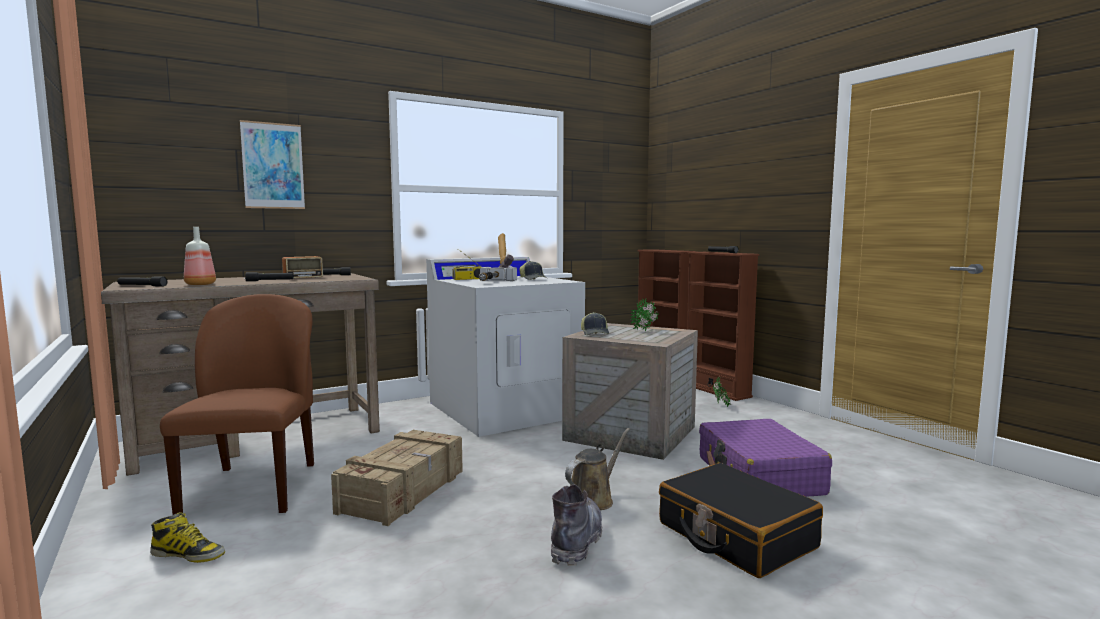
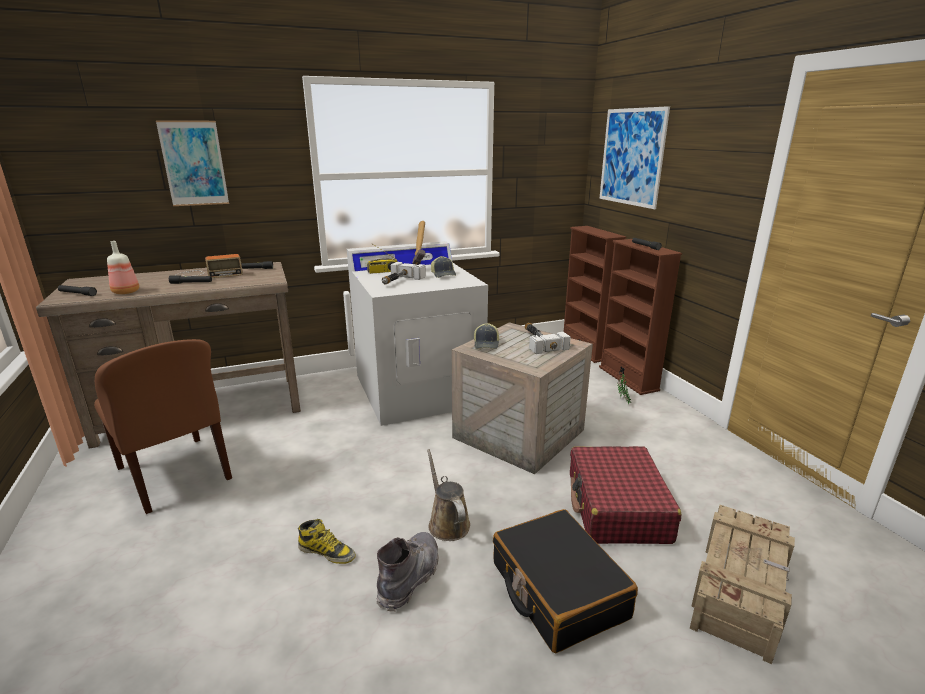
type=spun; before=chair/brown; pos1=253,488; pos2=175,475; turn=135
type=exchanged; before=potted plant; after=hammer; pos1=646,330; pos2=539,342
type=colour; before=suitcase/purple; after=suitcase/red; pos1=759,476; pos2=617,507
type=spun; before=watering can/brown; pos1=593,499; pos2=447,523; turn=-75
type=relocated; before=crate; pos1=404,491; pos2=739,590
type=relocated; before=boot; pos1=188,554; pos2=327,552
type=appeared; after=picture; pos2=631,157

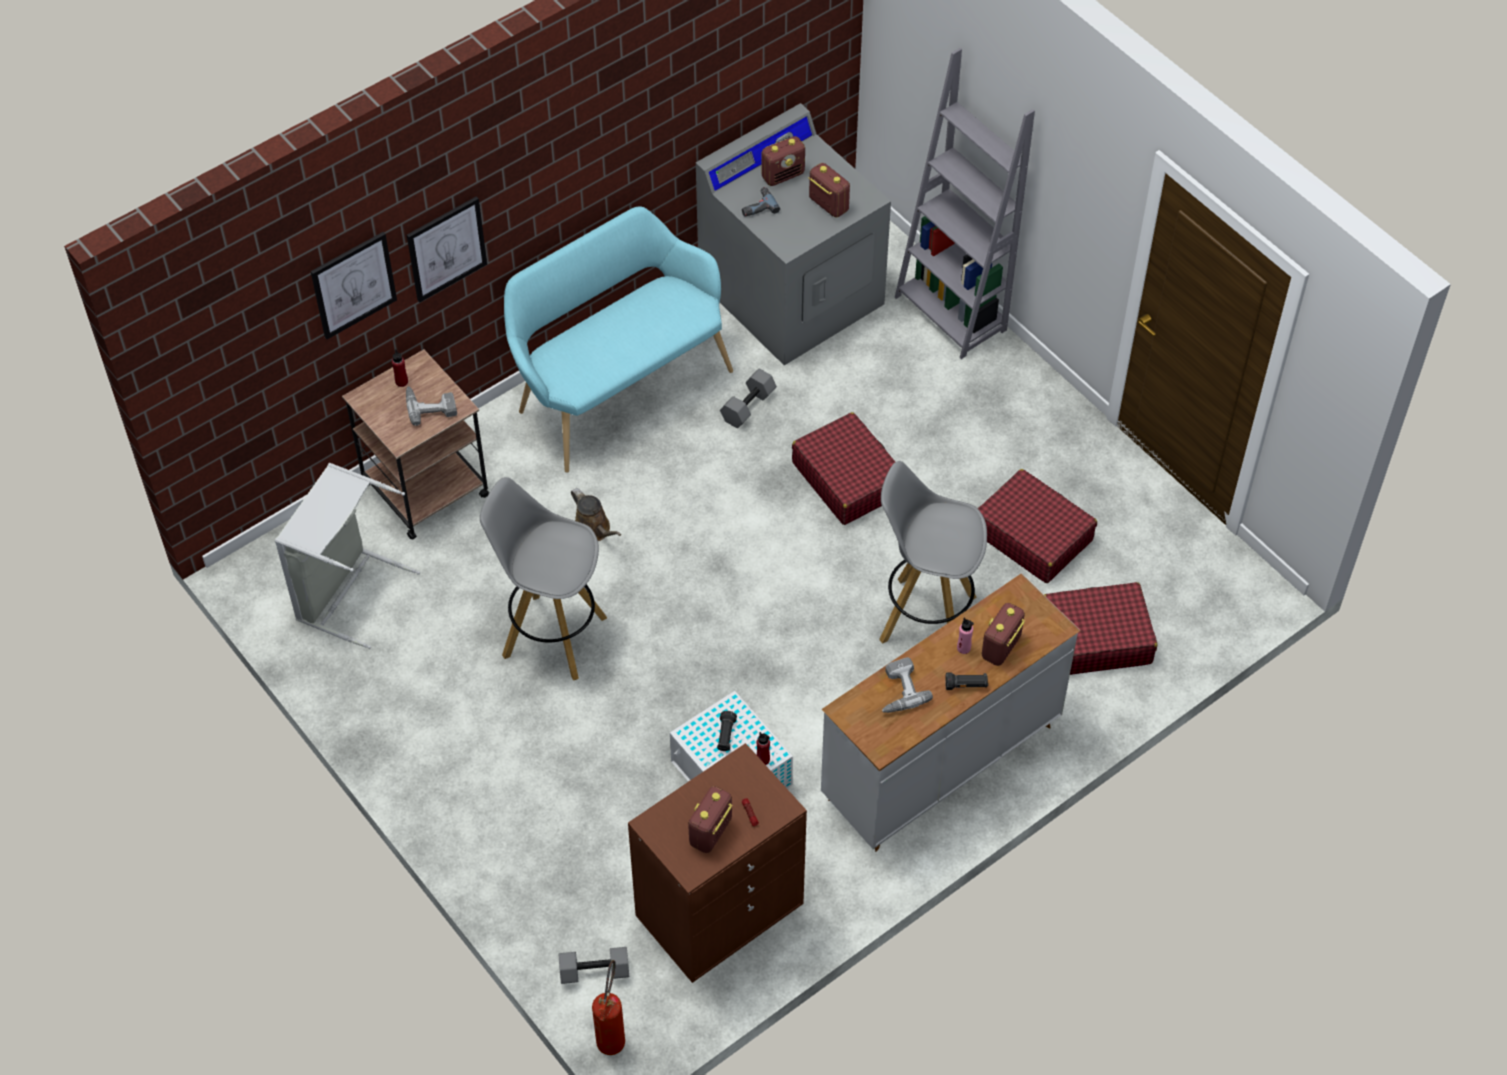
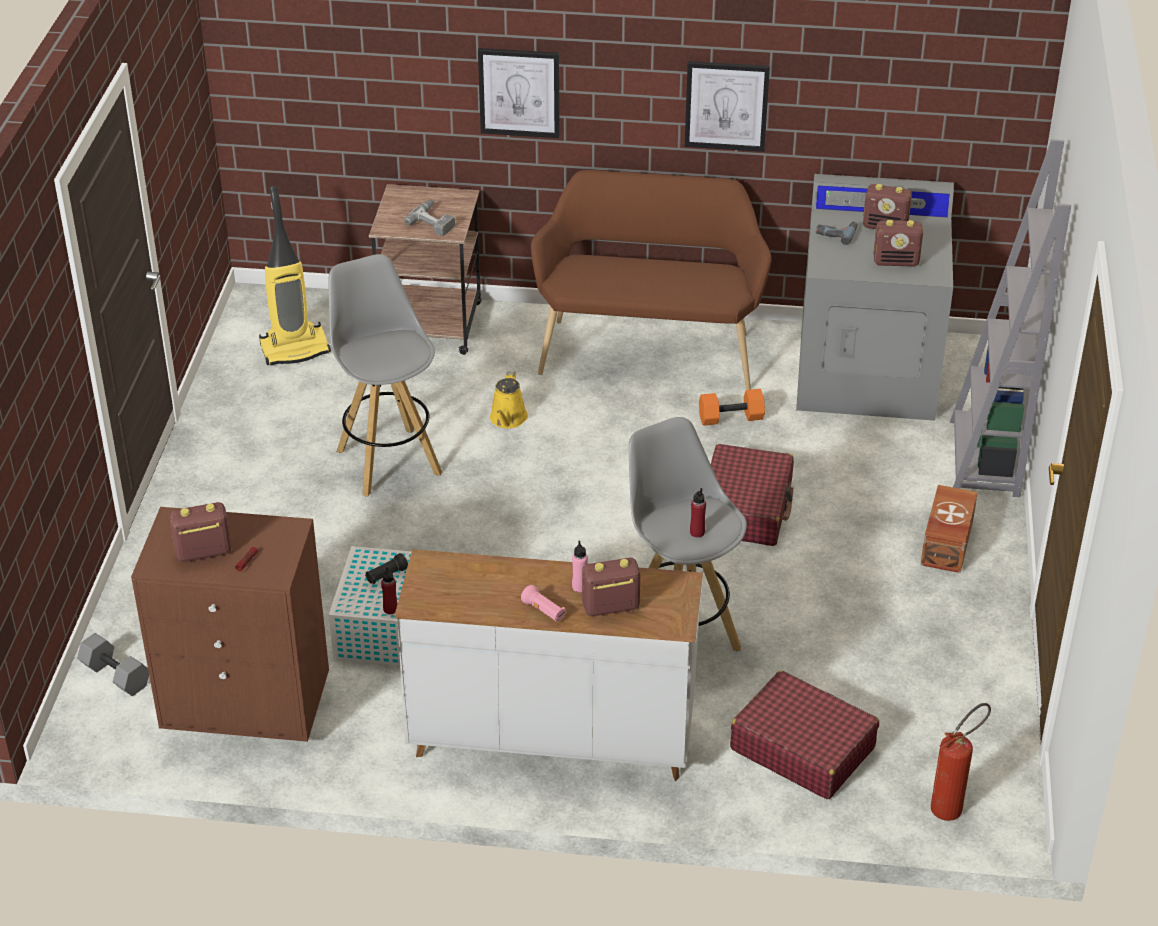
type=spun; before=radio; pos1=828,204; pos2=896,262; turn=90
type=colour; before=bench/turquoise; after=bench/brown; pos1=618,387; pos2=648,349
type=relocated; before=picture; pos1=353,284; pos2=726,105
type=relocated; before=bottle/red; pos1=401,382; pos2=697,532
type=colour; before=dumbbell/grey; after=dumbbell/orange; pos1=747,405; pos2=731,417
type=exchanged; before=laundry basket/grey; after=vacuum cleaner; pos1=347,592; pos2=295,349
type=missing; before=suitcase/red; pos1=1032,535
type=colour; before=watering can/brown; after=watering can/yellow; pos1=594,530; pos2=508,419
type=missing; before=power drill; pos1=898,690
type=colour; before=flashlight/black; after=flashlight/pink; pos1=966,685; pos2=544,611
type=relocated; before=fire extinguisher; pos1=612,1035; pos2=952,806
type=appeared; after=storage box/brown; pos2=945,543

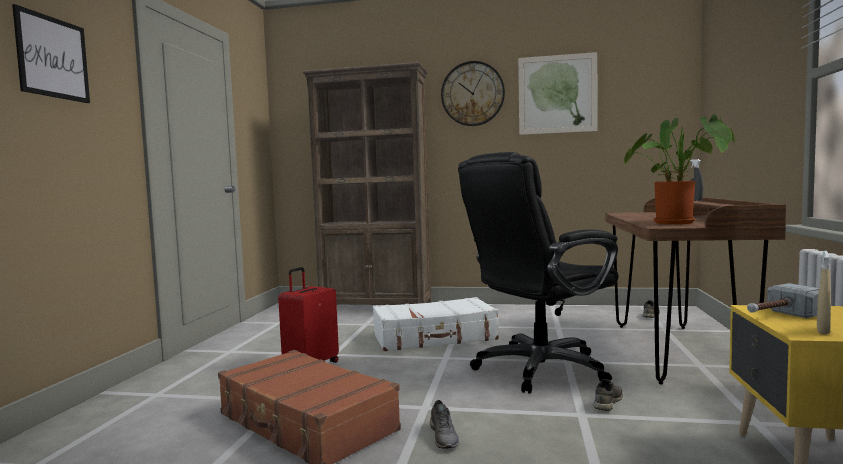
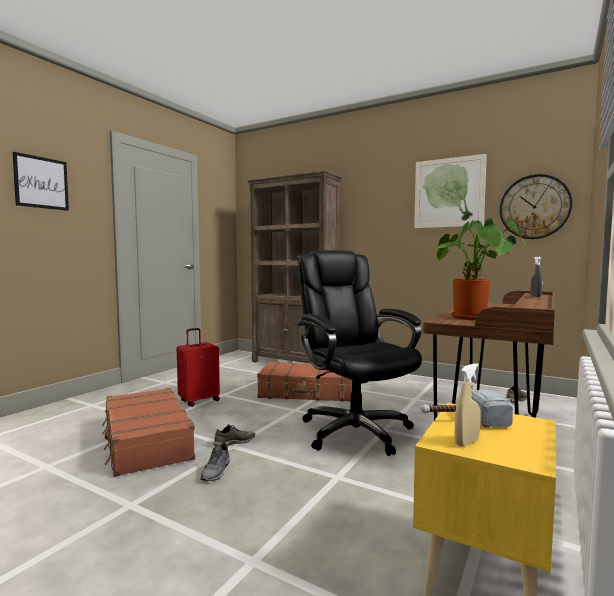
type=relocated; before=wall clock; pos1=472,94; pos2=534,207
type=spun; before=office chair/black; pos1=540,368; pos2=355,431; turn=75
type=colour; before=suitcase/white; after=suitcase/brown; pos1=435,337; pos2=307,392
type=relocated; before=shoe/grey; pos1=607,402; pos2=234,442

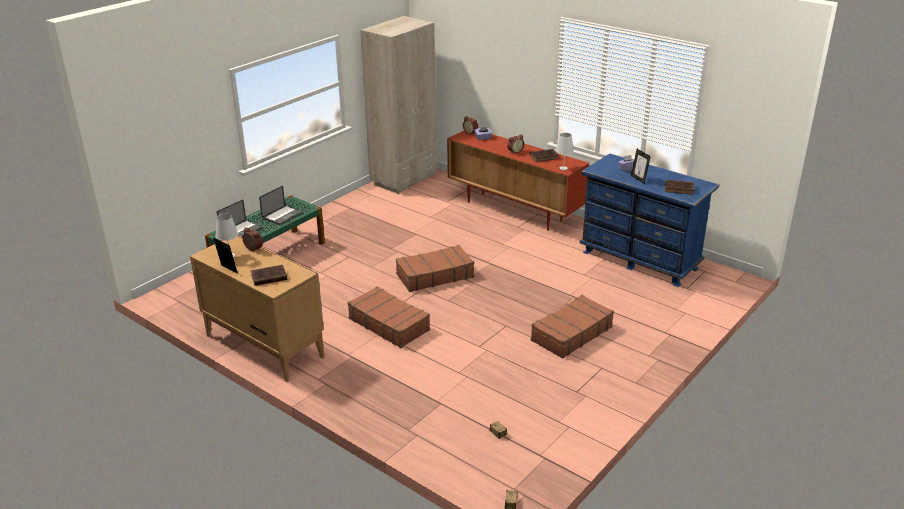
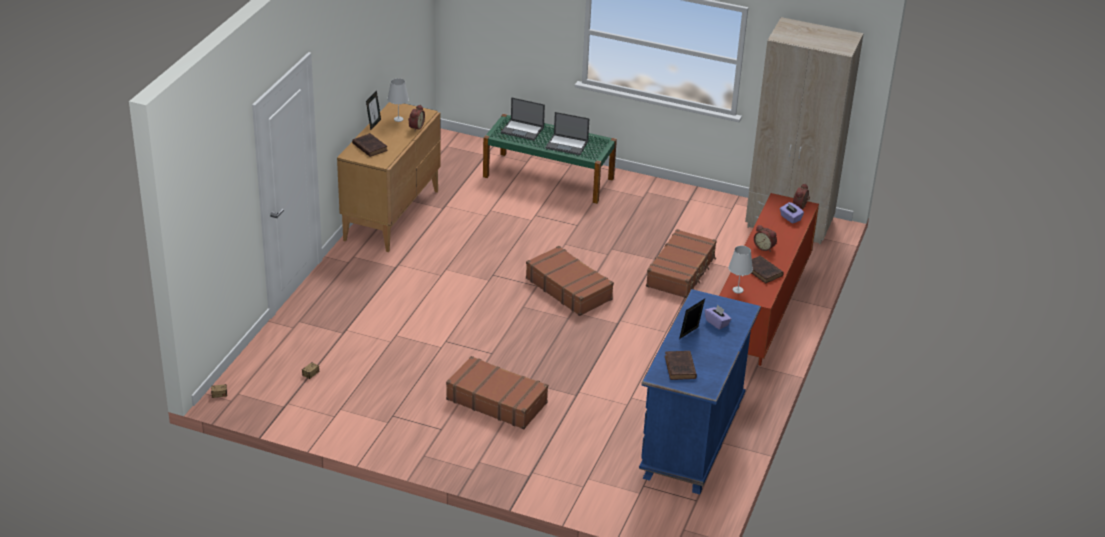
type=relocated; before=suitcase/brown; pos1=389,324; pos2=681,272

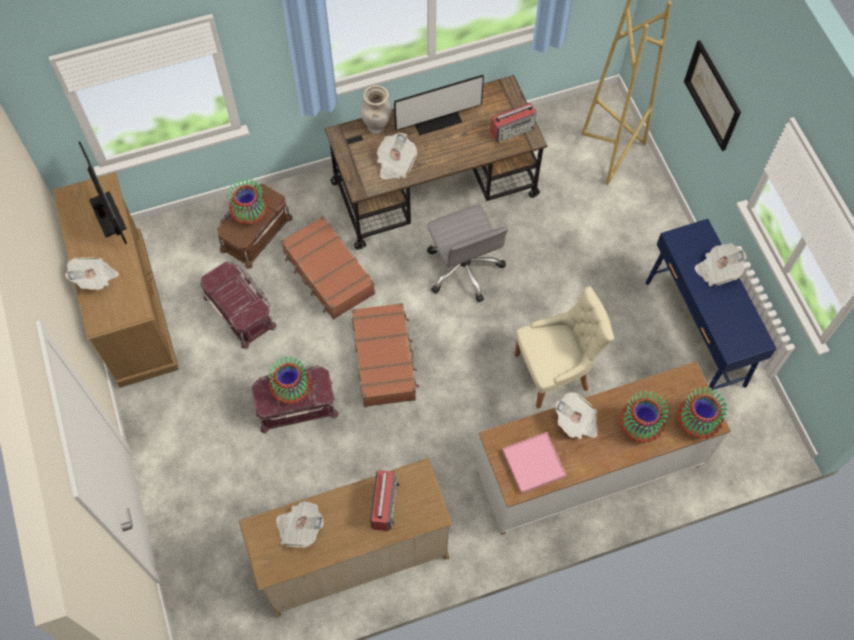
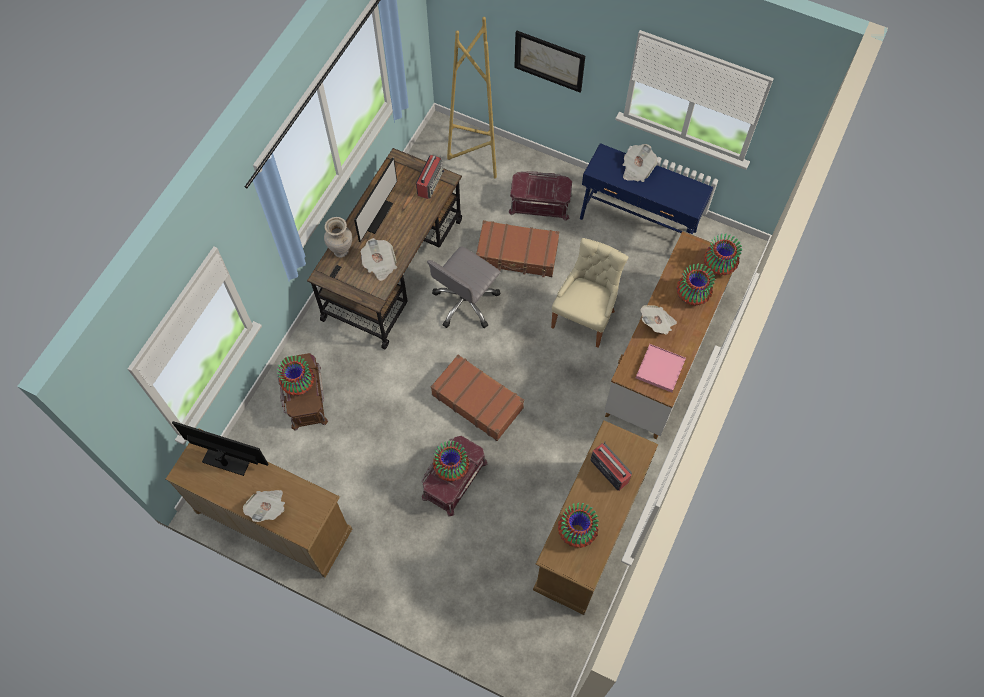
type=spun; before=office chair/grey; pos1=464,269; pos2=465,302; turn=105
type=relocated; before=suitcase/brown; pos1=328,274; pos2=517,254
type=relocated; before=storage box/red; pos1=240,311; pos2=540,203
type=exchanged; before=newspaper; after=vase; pos1=300,528; pos2=576,531

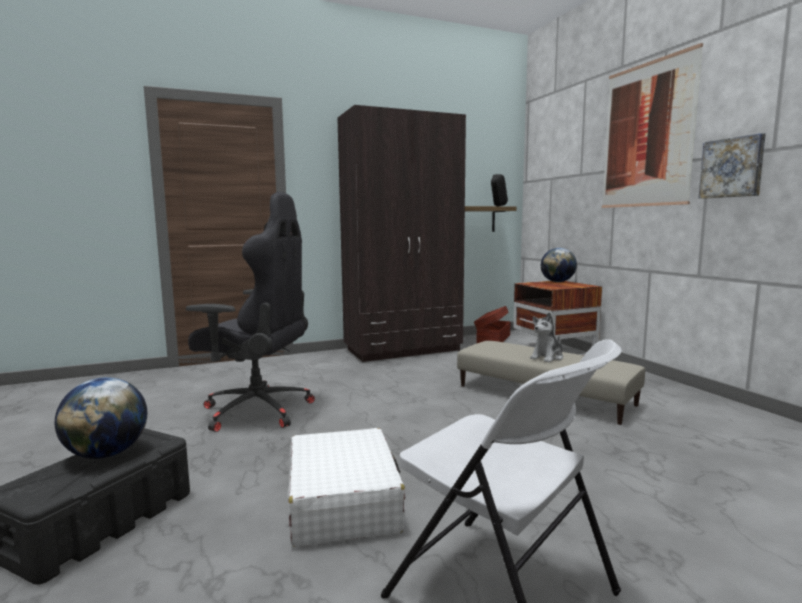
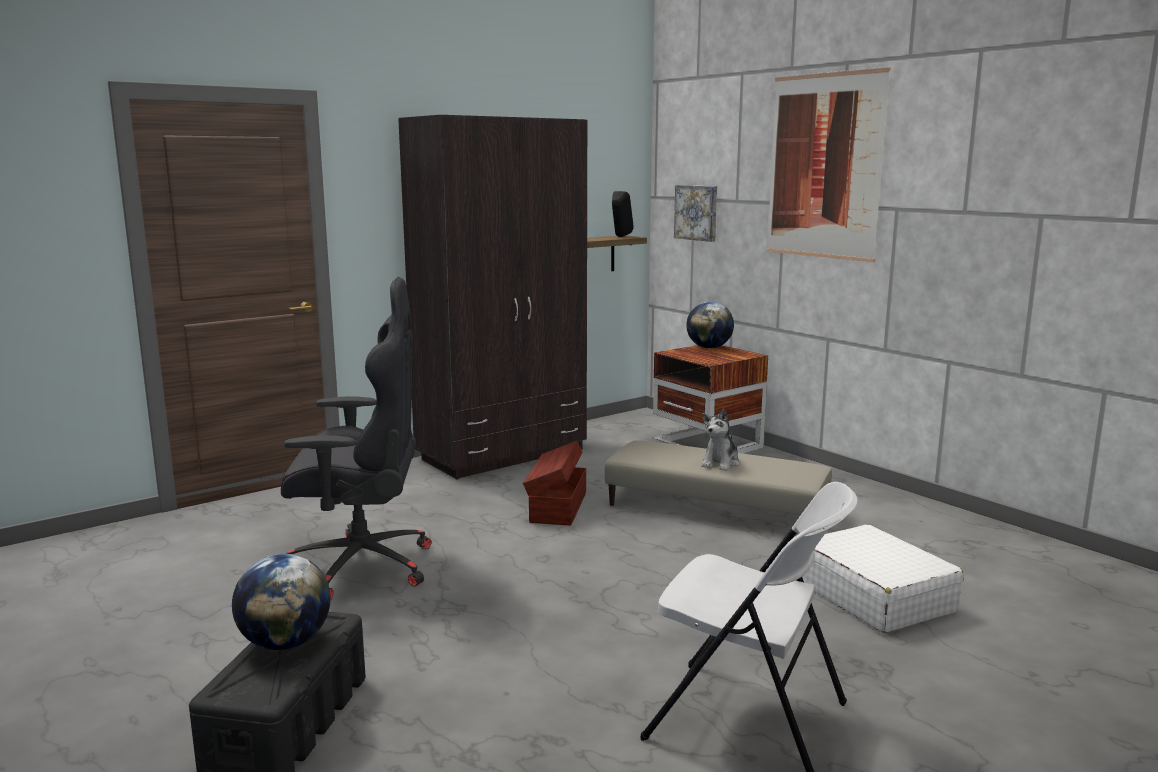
type=relocated; before=picture; pos1=732,168; pos2=697,212
type=relocated; before=storage box/brown; pos1=492,339; pos2=557,507
type=relocated; before=suitcase/white; pos1=343,501; pos2=873,596

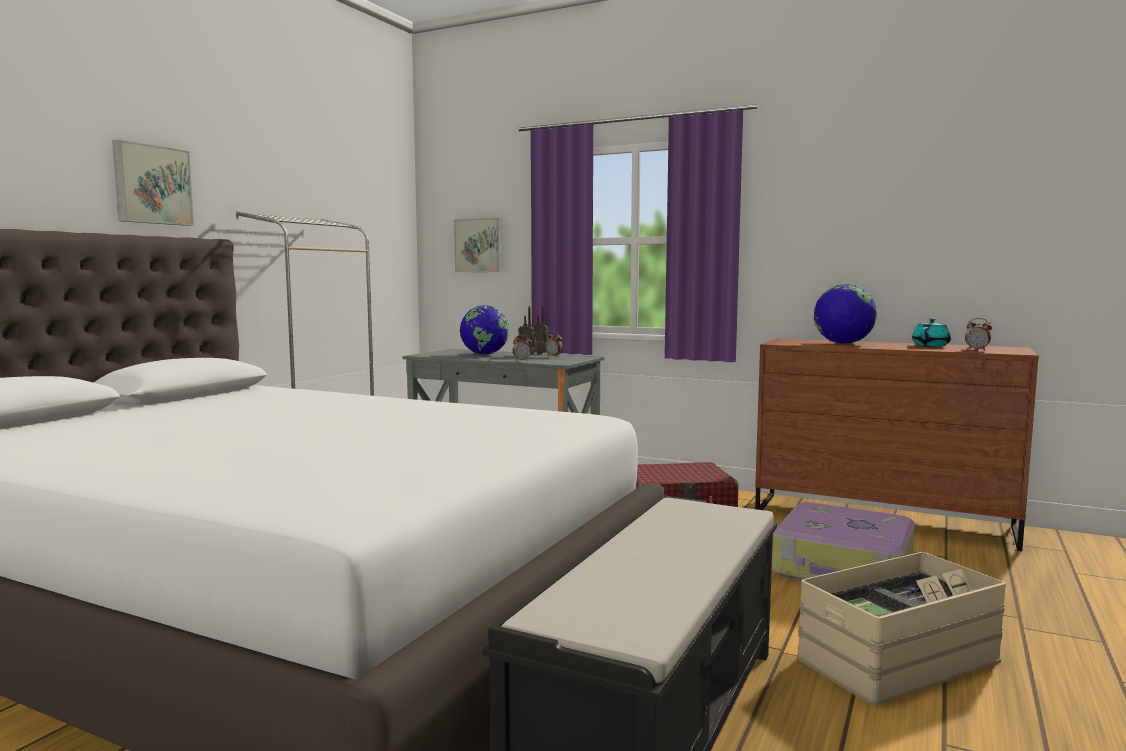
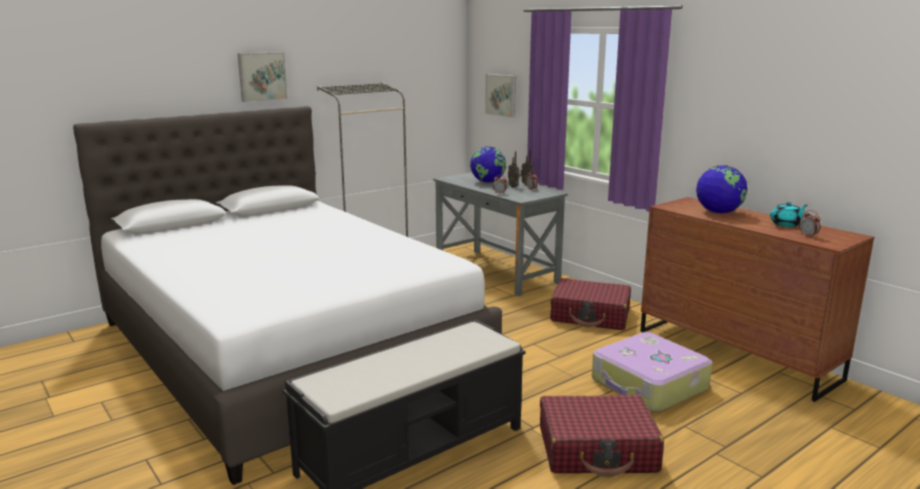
type=exchanged; before=storage box/beige; after=suitcase/red; pos1=897,658; pos2=597,450

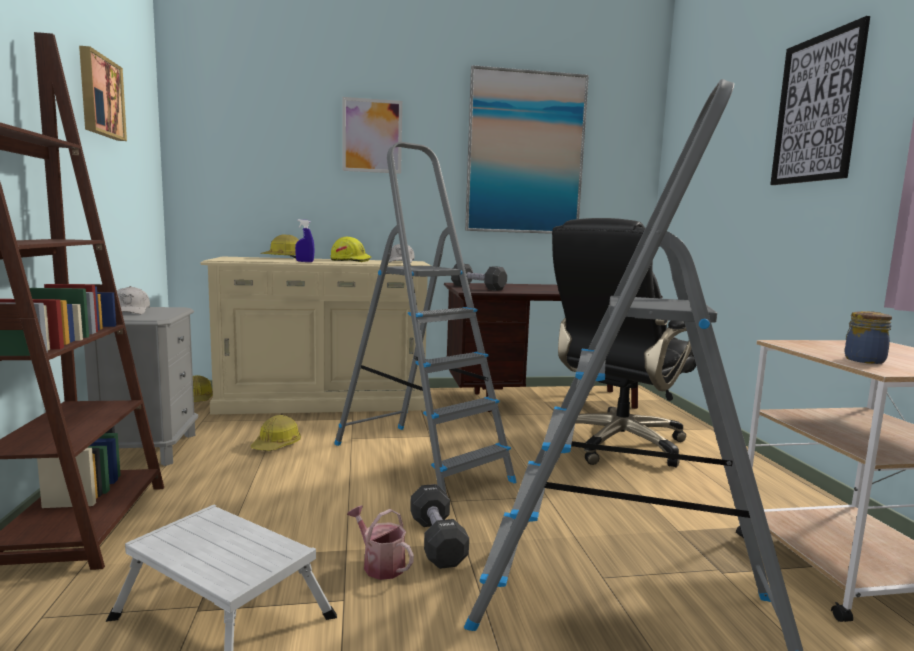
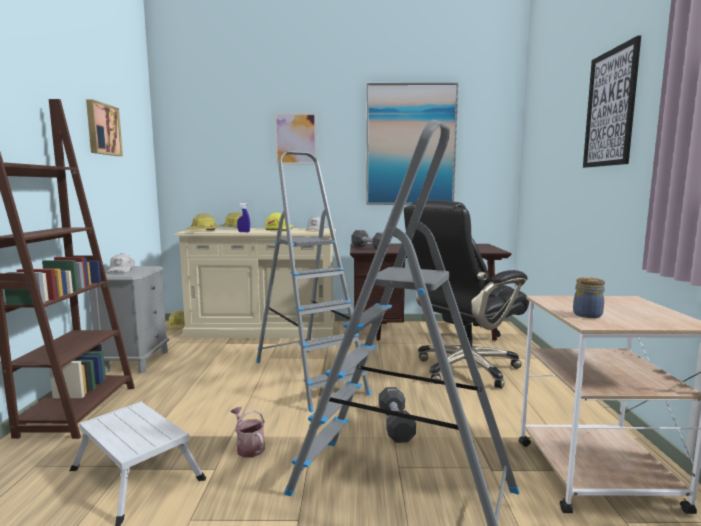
type=relocated; before=hard hat; pos1=277,445; pos2=202,231
type=relocated; before=dumbbell/black; pos1=437,541; pos2=395,425

